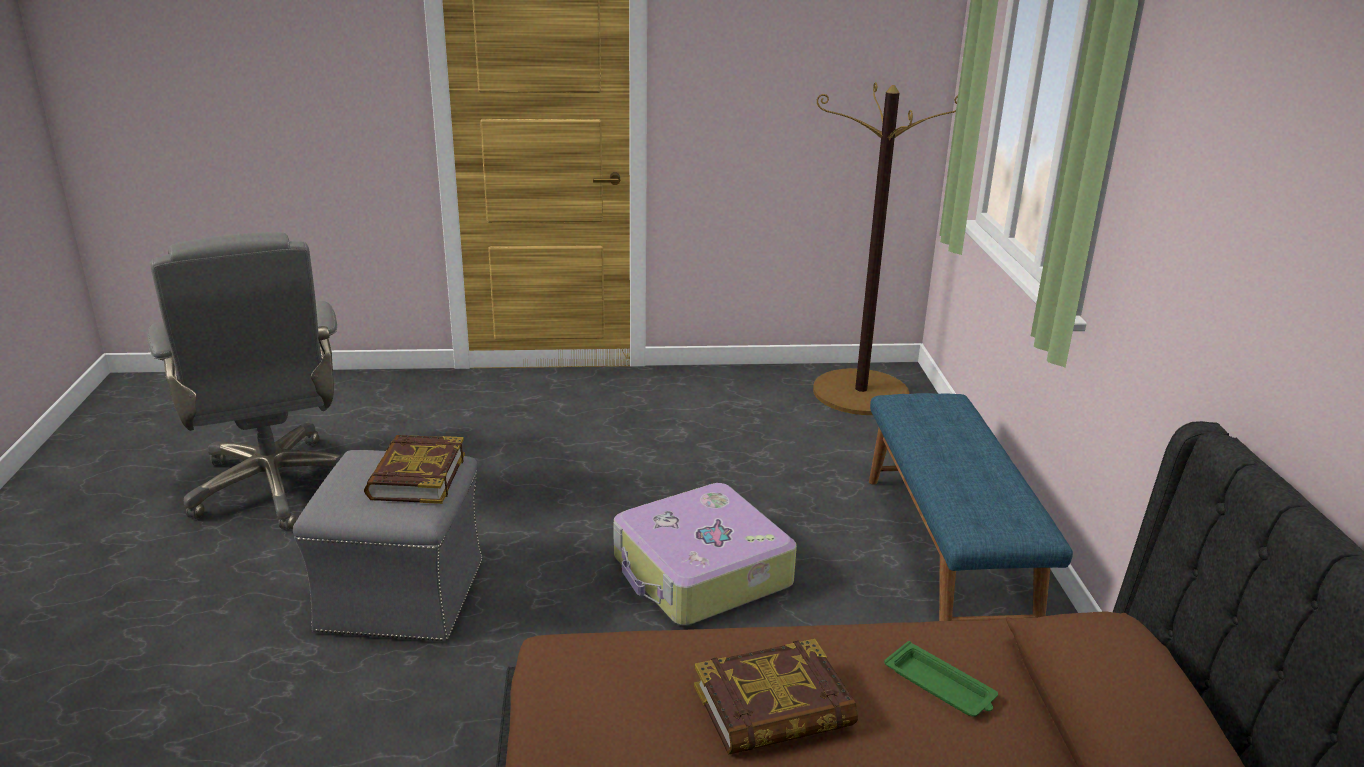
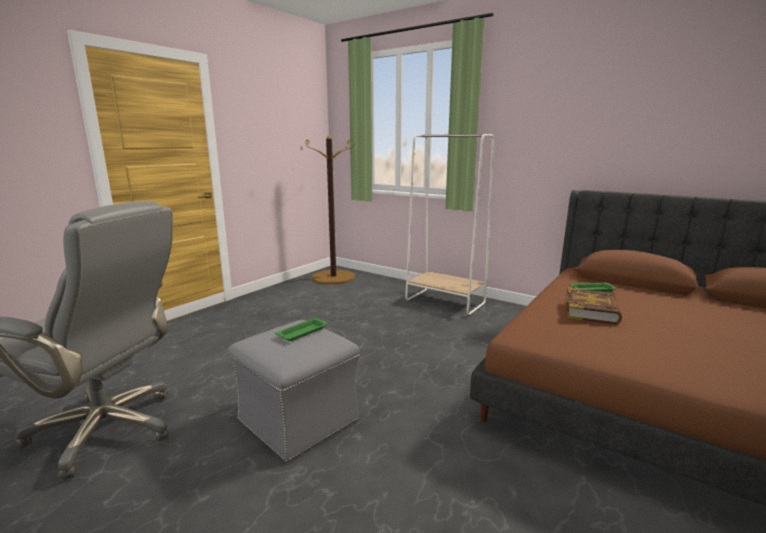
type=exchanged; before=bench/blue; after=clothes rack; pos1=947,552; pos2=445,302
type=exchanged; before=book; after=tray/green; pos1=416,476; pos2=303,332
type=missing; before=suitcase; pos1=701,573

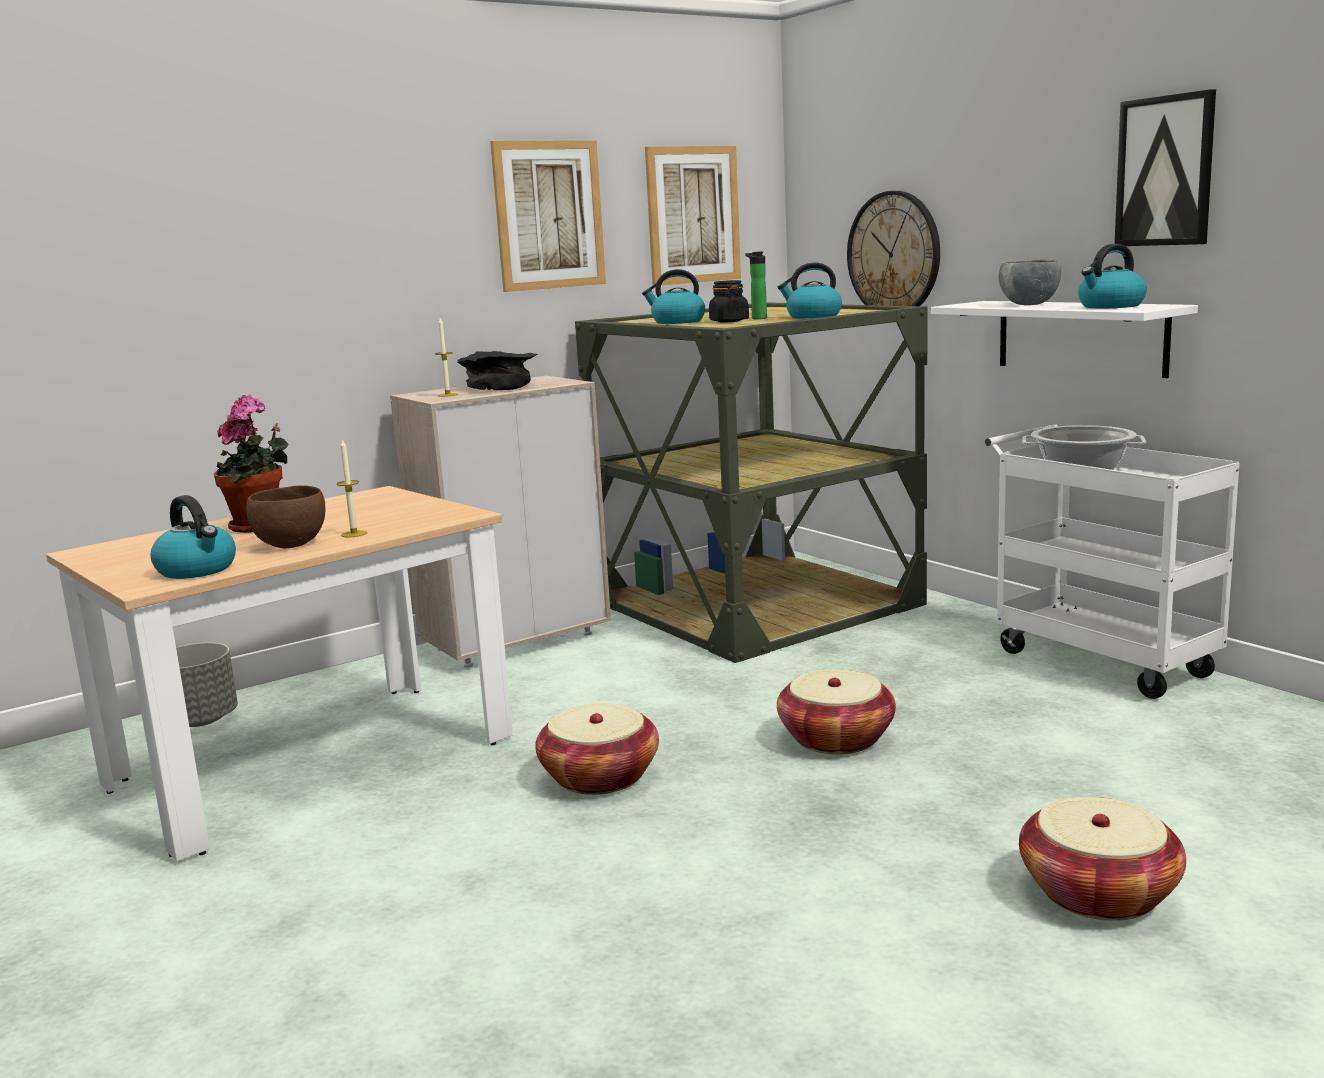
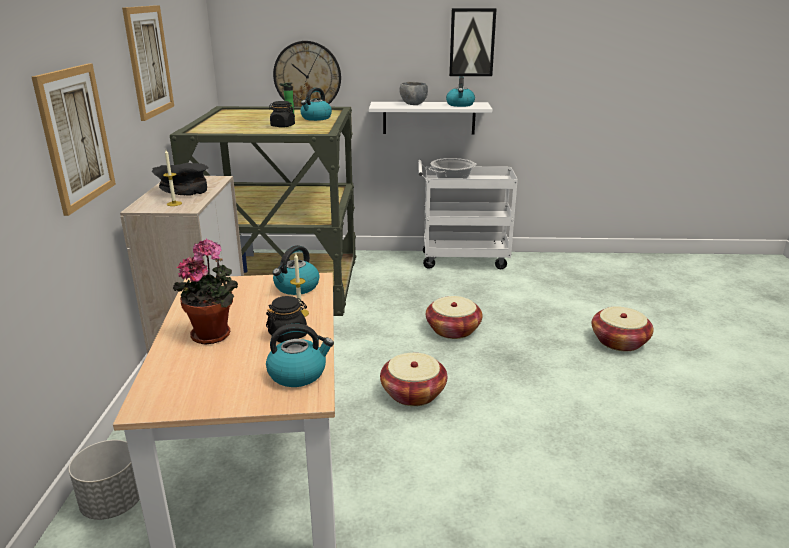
type=relocated; before=picture; pos1=693,215; pos2=76,137
type=relocated; before=kettle; pos1=677,322; pos2=296,287
type=exchanged; before=bowl/brown; after=jar/black; pos1=290,544; pos2=288,335

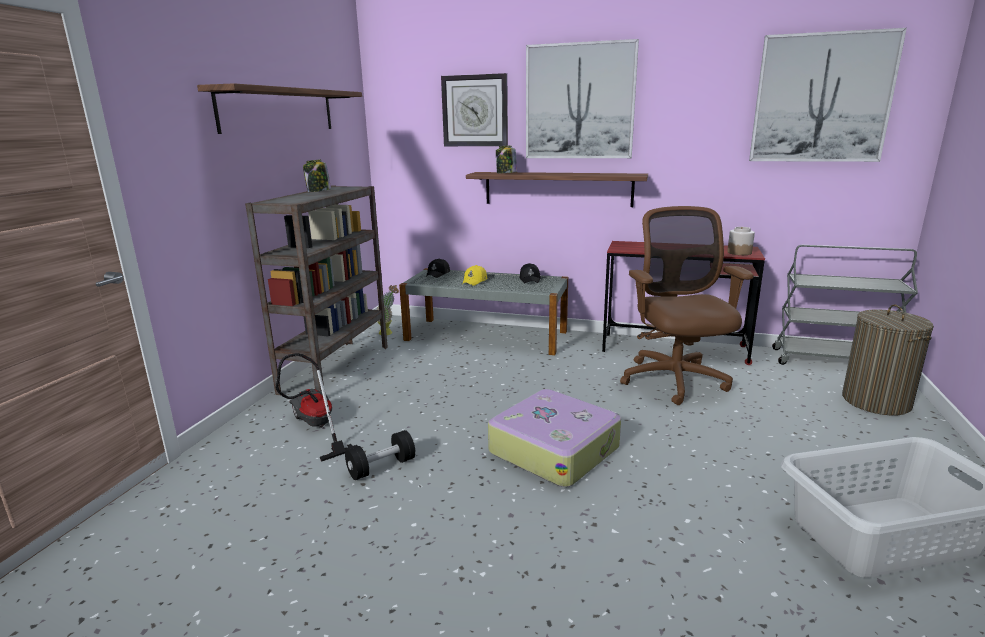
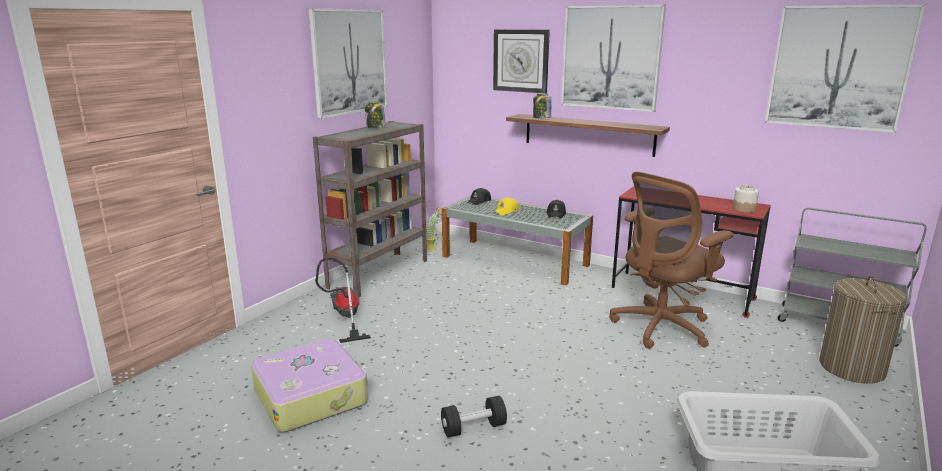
type=exchanged; before=shelf; after=picture; pos1=279,110; pos2=349,62
type=spun; before=office chair/brown; pos1=677,383; pos2=664,324; turn=-135
type=relocated; before=suitcase; pos1=554,449; pos2=311,396
type=relocated; before=dumbbell/black; pos1=381,467; pos2=473,428

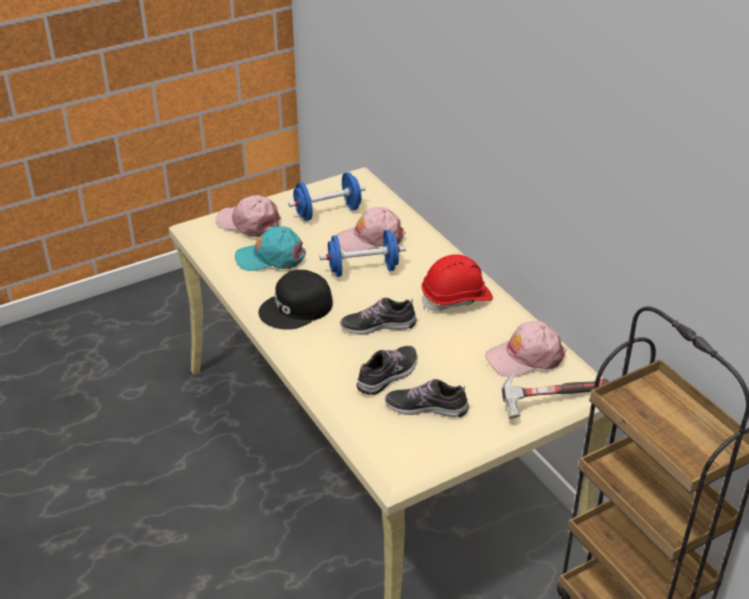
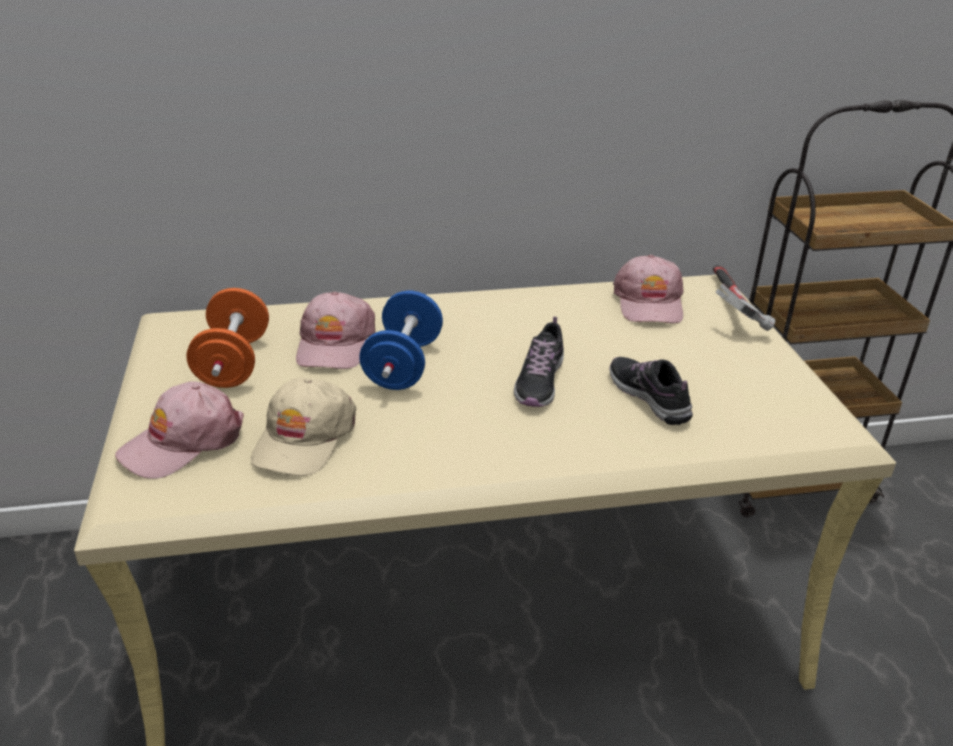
type=colour; before=dumbbell/blue; after=dumbbell/orange; pos1=327,212; pos2=233,363
type=colour; before=cap/turquoise; after=cap/beige; pos1=271,257; pos2=303,439
type=missing; before=hard hat/red; pos1=456,299
type=missing; before=cap/black; pos1=297,308
type=missing; before=shoe; pos1=426,407

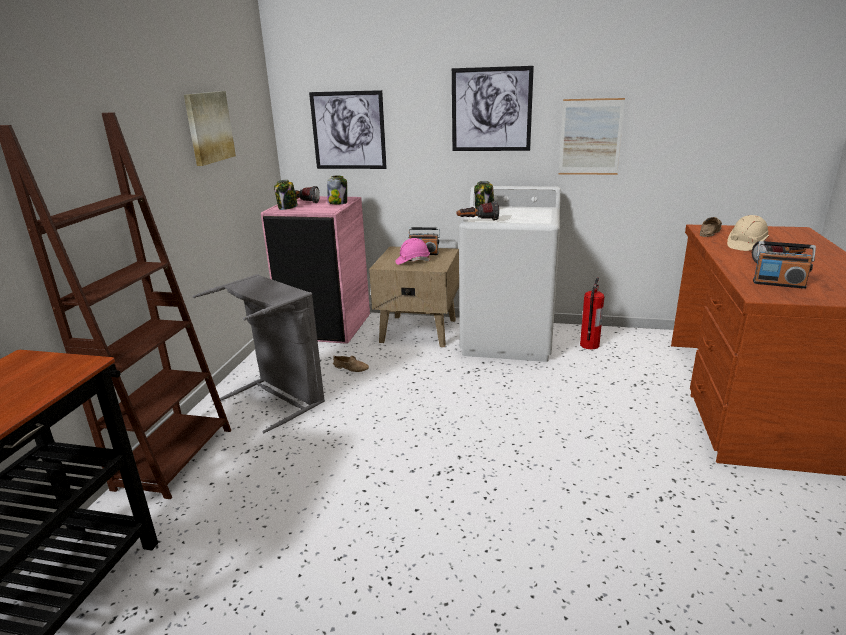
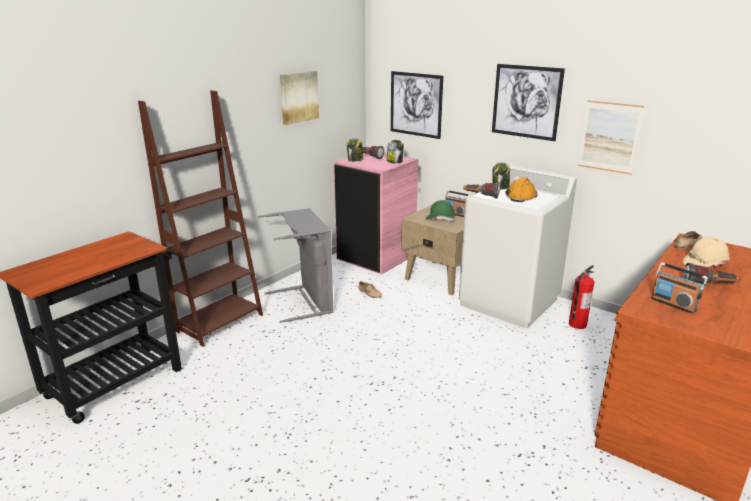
type=colour; before=hard hat/pink; after=hard hat/green; pos1=412,261; pos2=440,219
type=appeared; after=hard hat/orange; pos2=521,196

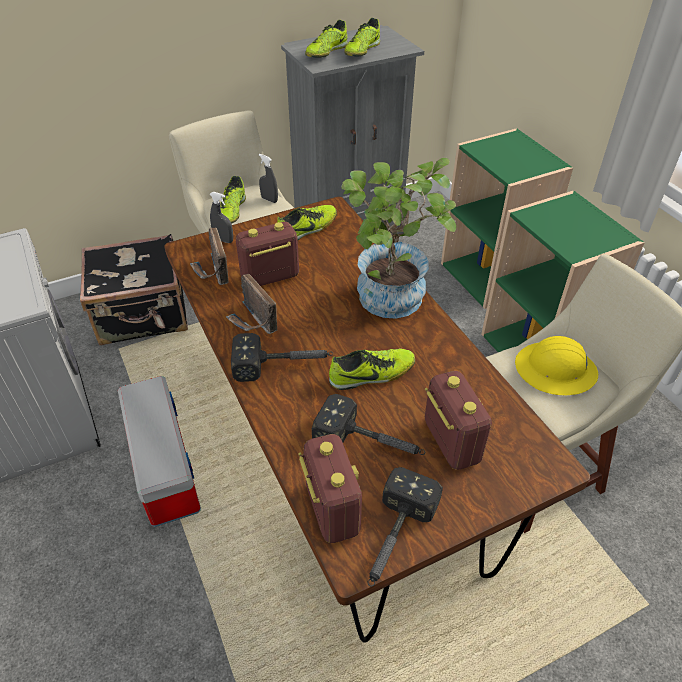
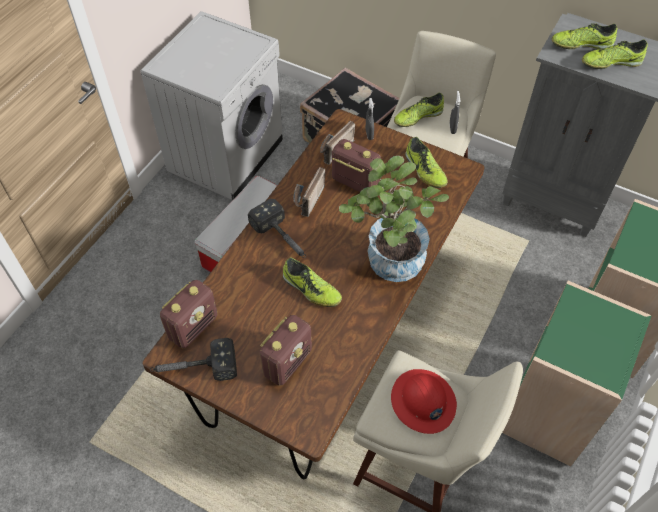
type=spun; before=shoe; pos1=307,229; pos2=425,171; turn=45
type=colour; before=hard hat/yellow; after=hard hat/red; pos1=555,370; pos2=423,402
type=missing; before=hammer; pos1=371,443

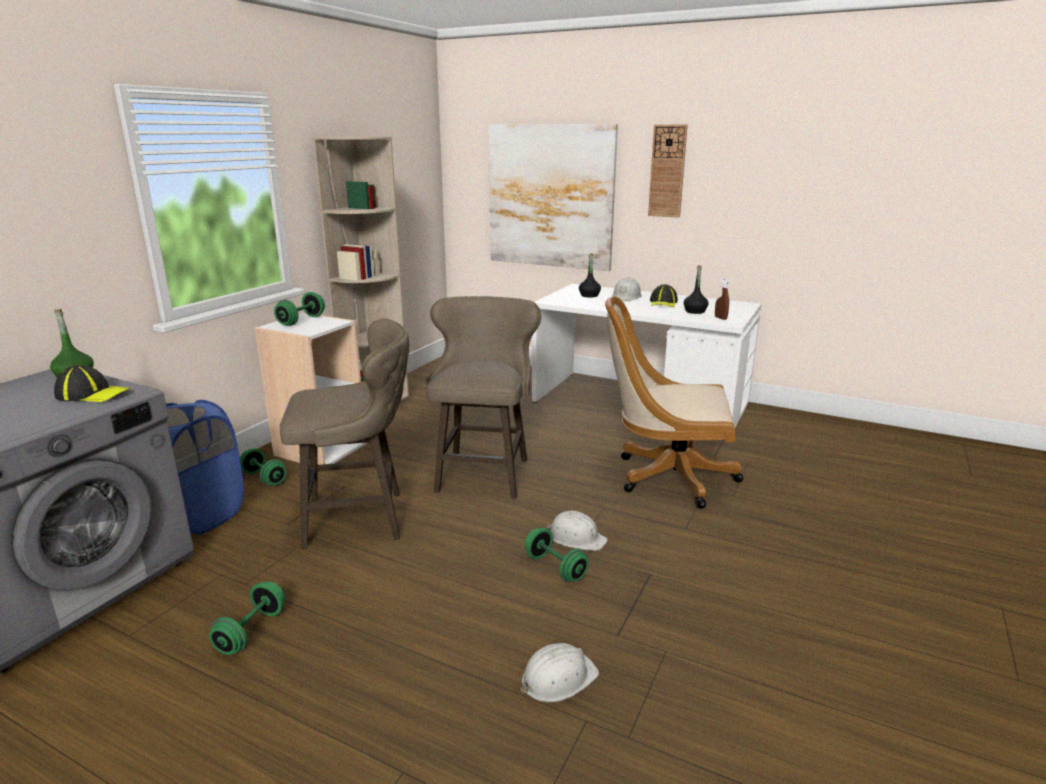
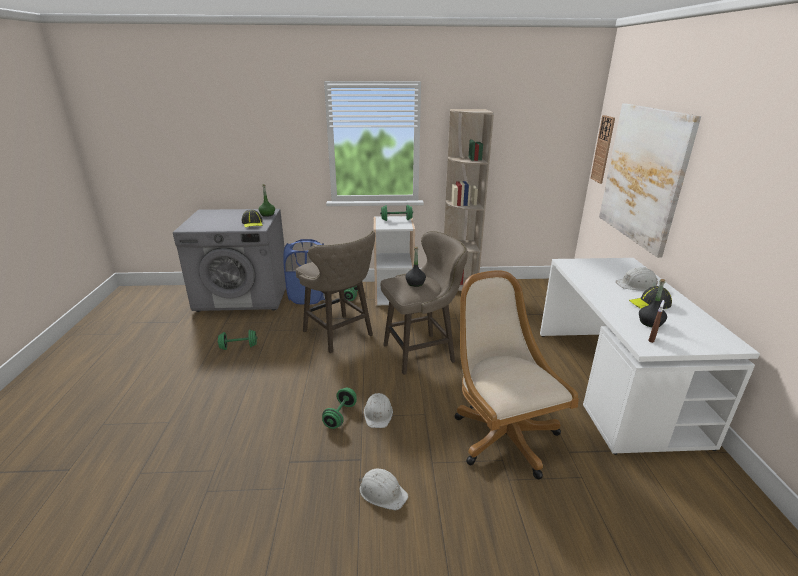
type=relocated; before=wall clock; pos1=667,171; pos2=603,149
type=relocated; before=bottle/black; pos1=589,295; pos2=415,283
type=relocated; before=hard hat/white; pos1=558,678; pos2=382,492

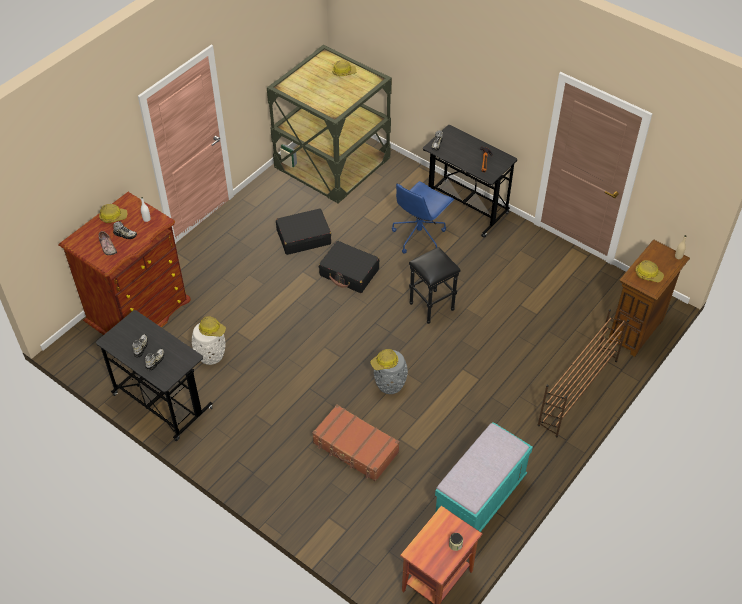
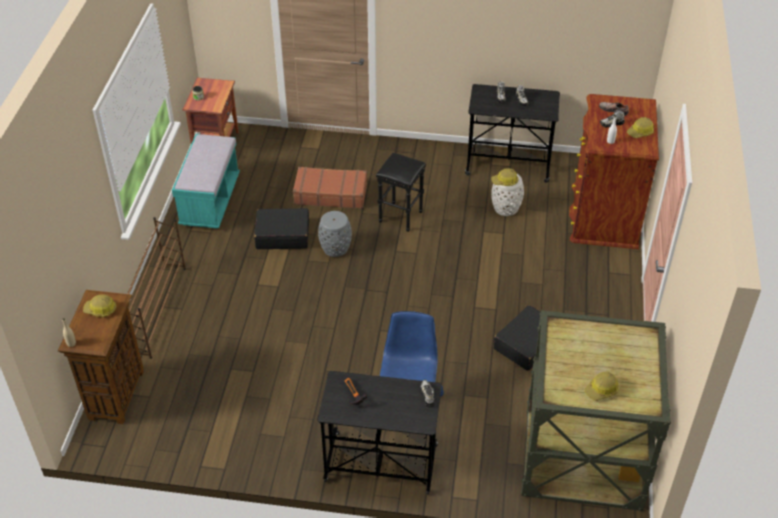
type=relocated; before=suitcase/black; pos1=349,273; pos2=282,235
type=relocated; before=stool/black; pos1=432,305; pos2=401,217
type=missing; before=hard hat; pos1=385,363

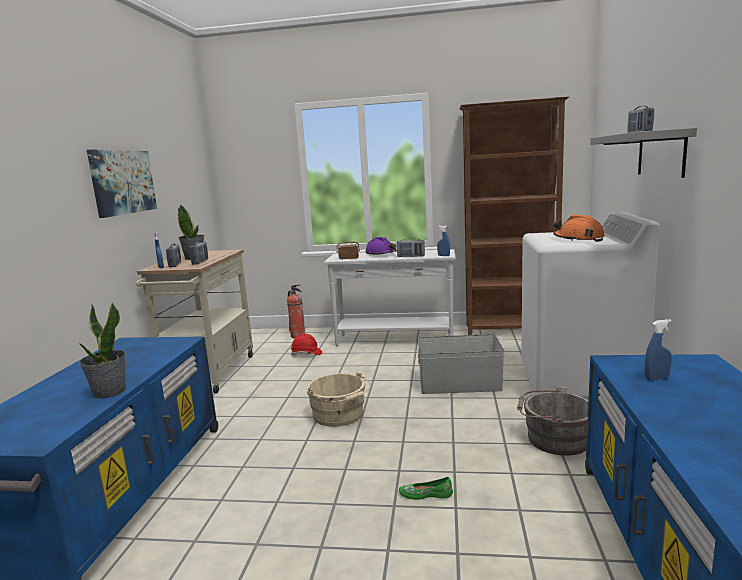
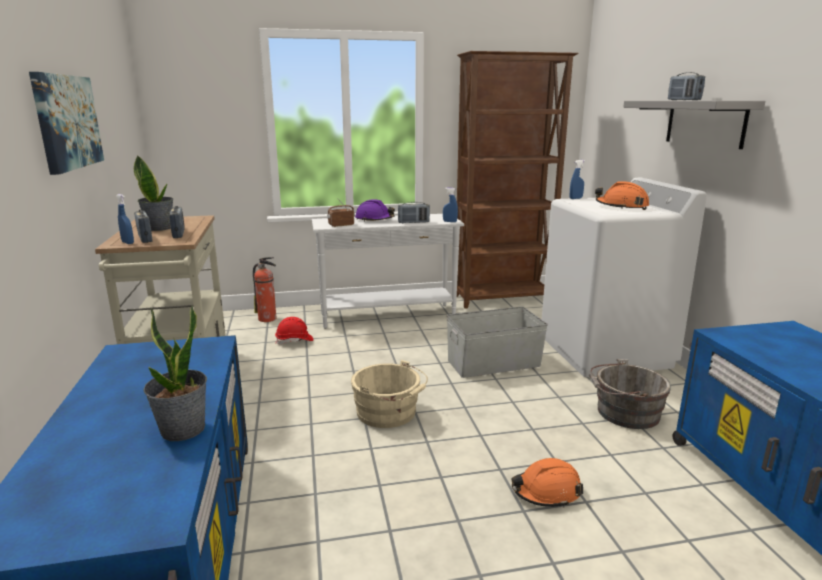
type=relocated; before=spray bottle/blue; pos1=656,378; pos2=576,198
type=exchanged; before=shoe/green; after=hard hat/orange; pos1=425,494; pos2=546,492

